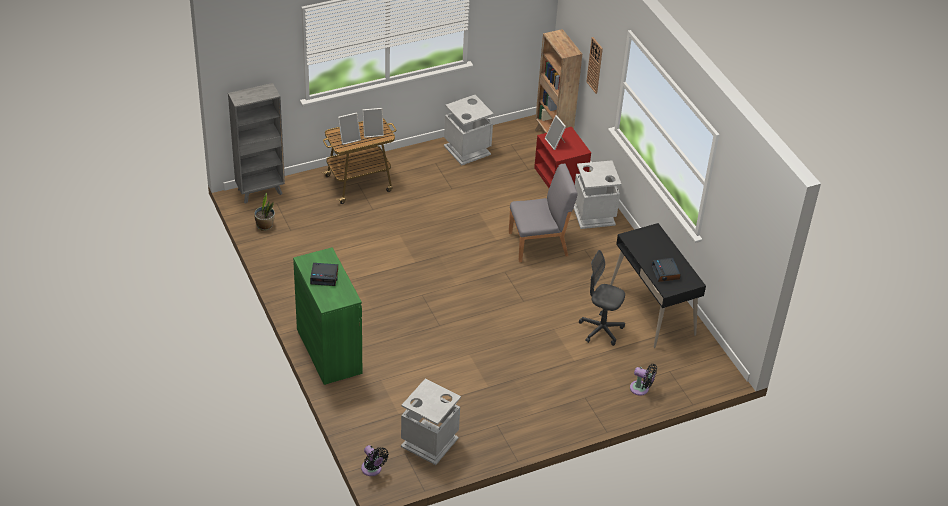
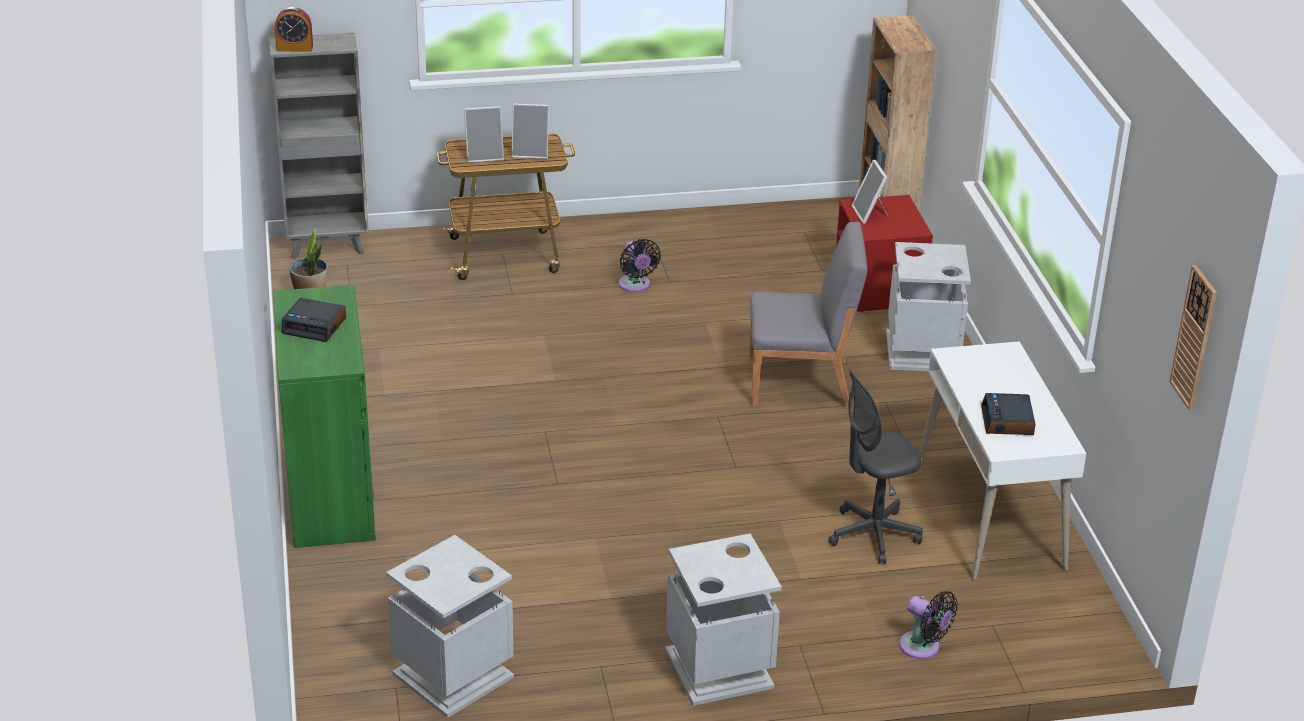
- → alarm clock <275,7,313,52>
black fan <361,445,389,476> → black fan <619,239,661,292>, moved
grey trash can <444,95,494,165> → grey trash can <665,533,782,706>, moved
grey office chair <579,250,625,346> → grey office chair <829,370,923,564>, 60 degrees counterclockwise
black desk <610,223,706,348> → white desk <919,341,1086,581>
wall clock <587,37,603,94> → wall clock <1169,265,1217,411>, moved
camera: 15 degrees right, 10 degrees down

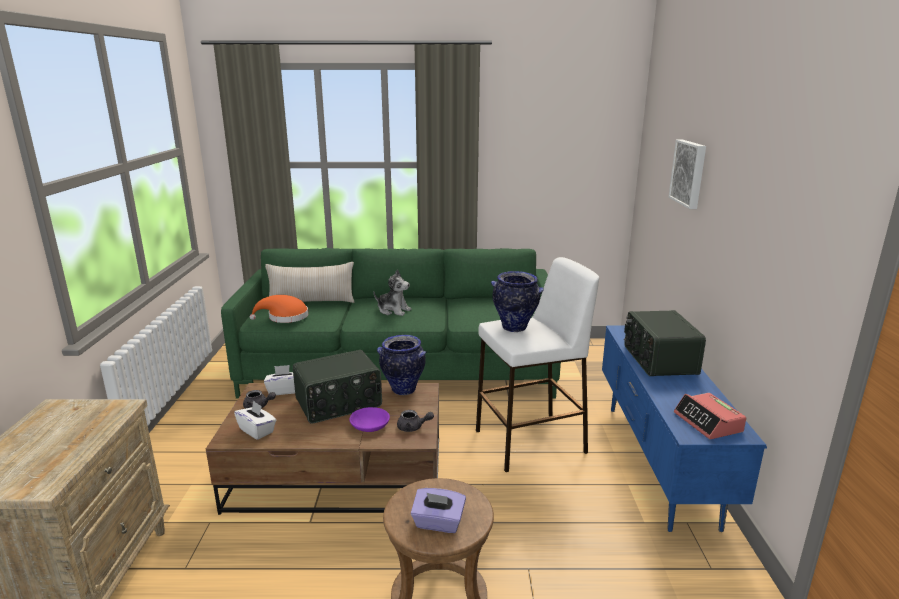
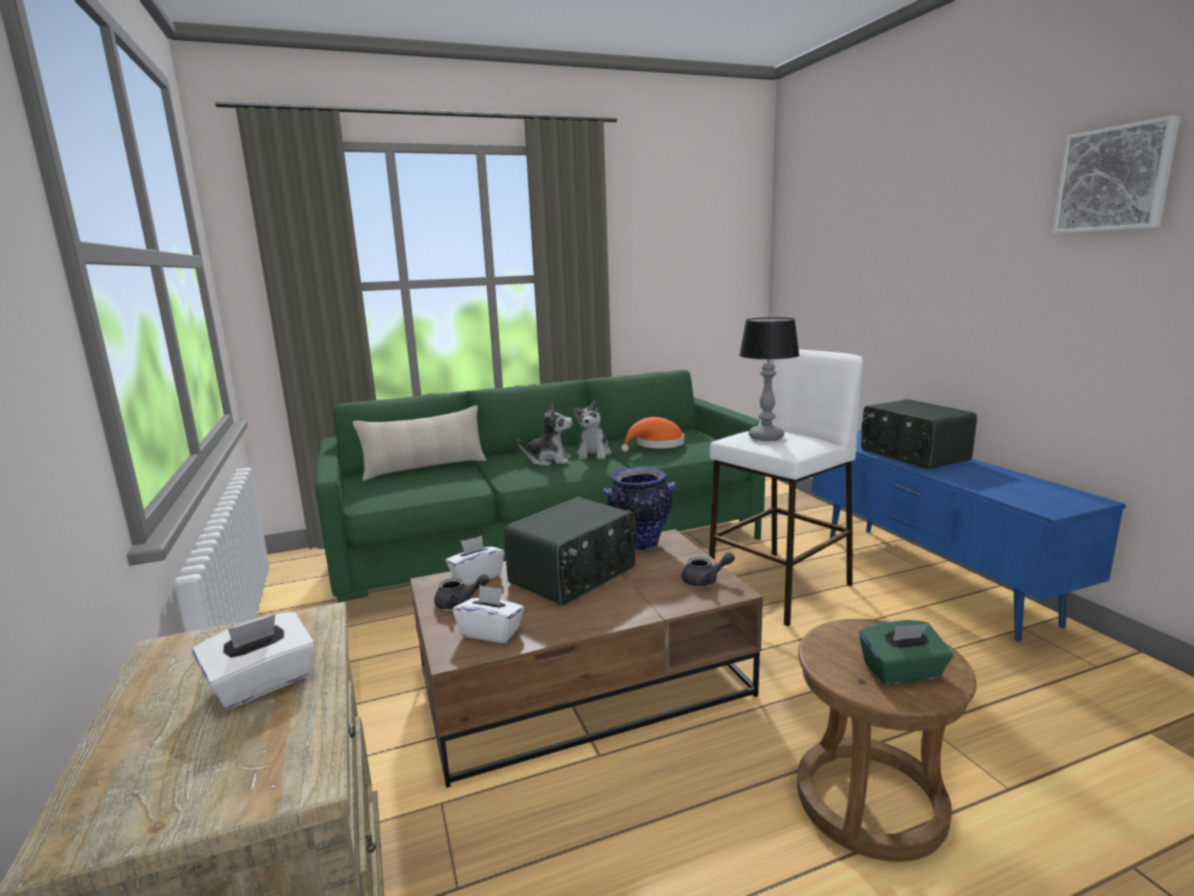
- → white tissue box <193,612,315,709>
- → plush toy <573,400,612,460>
orange hat <250,295,308,323> → orange hat <621,417,684,452>, moved
vase <491,271,544,332> → table lamp <739,317,799,441>
purple tissue box <411,488,466,533> → green tissue box <859,620,953,685>
picture <669,140,706,209> → picture <1052,116,1180,233>, moved
purple bowl <349,407,390,432> → -
alarm clock <674,393,746,439> → -
camera: 20 degrees left, 5 degrees down

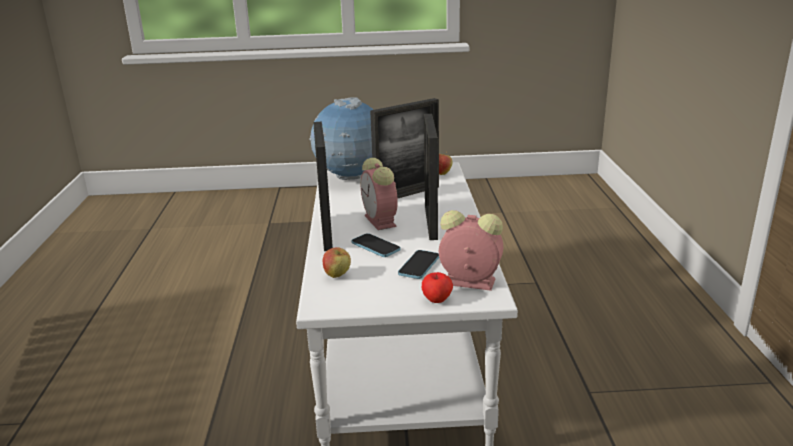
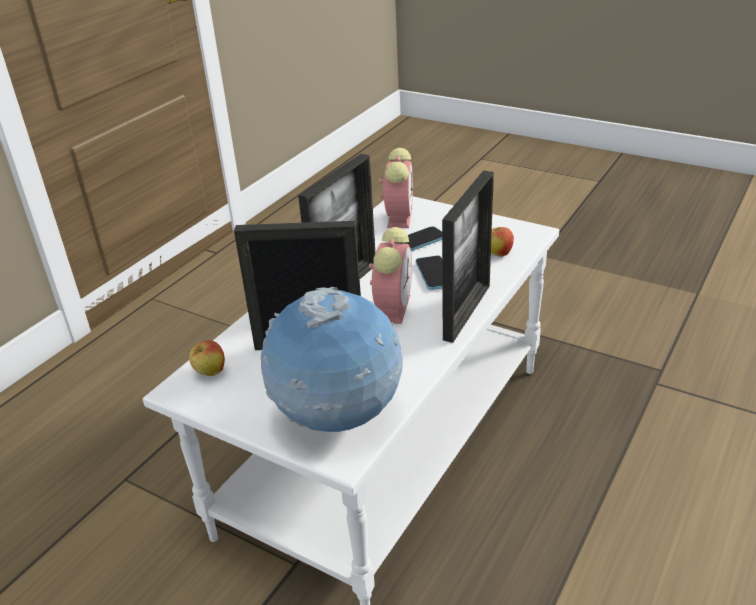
alarm clock <439,210,503,291> → alarm clock <379,148,413,228>, 135 degrees counterclockwise
apple <422,272,453,303> → -
camera: 145 degrees left, 10 degrees up

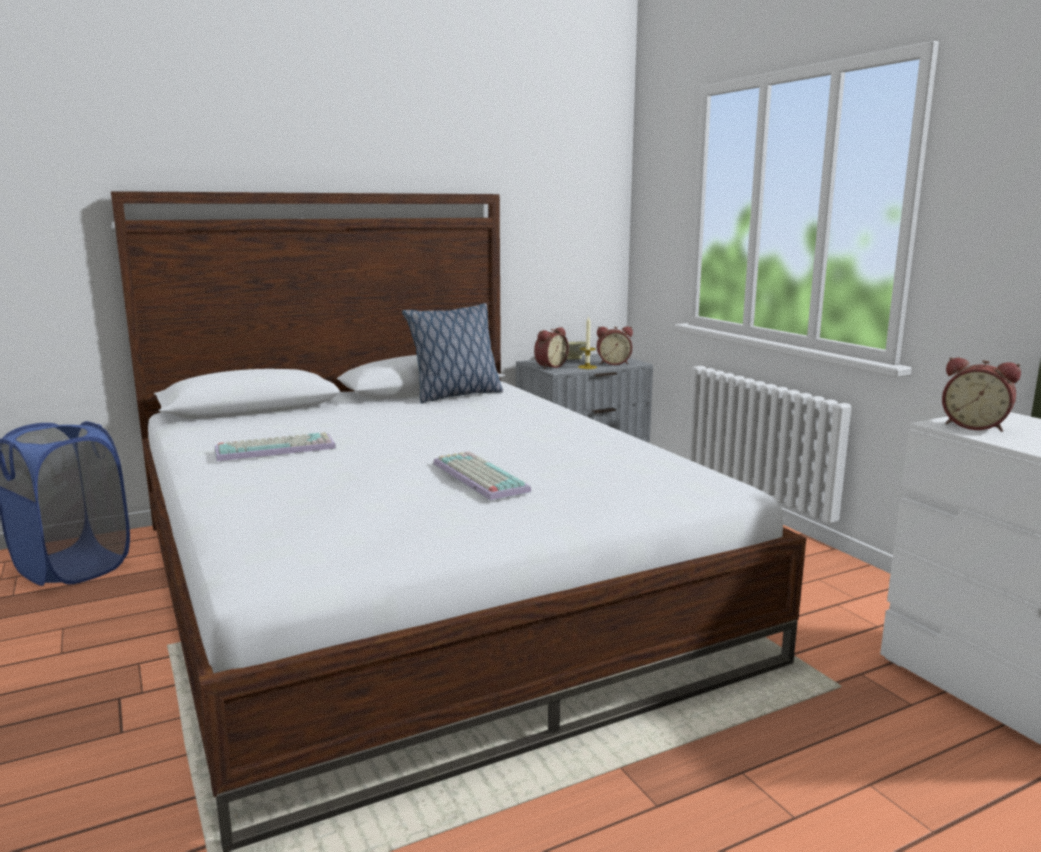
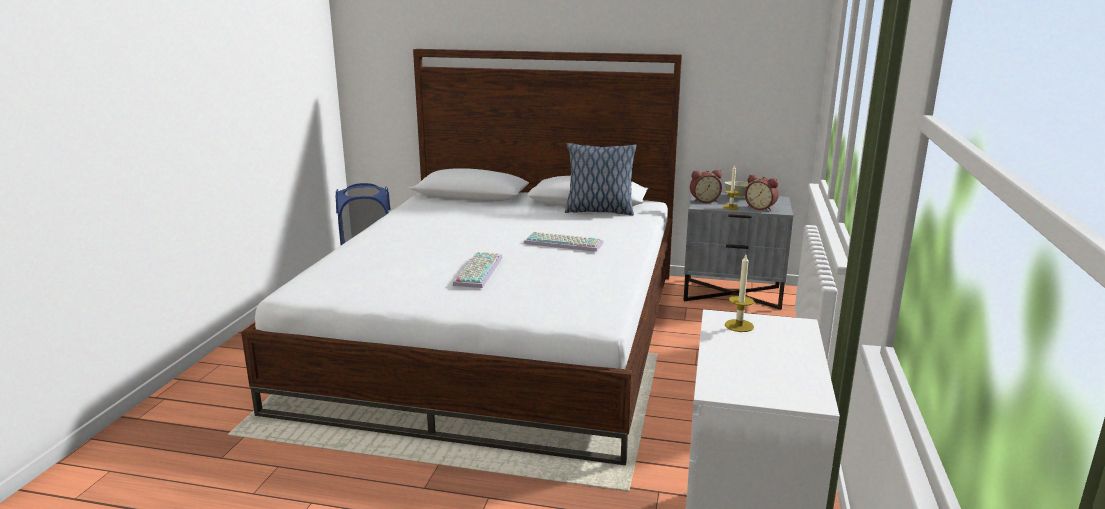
keyboard <215,432,336,461> → keyboard <524,232,604,252>, moved
alarm clock <942,357,1021,432> → candle <725,255,754,332>
camera: 40 degrees right, 5 degrees up

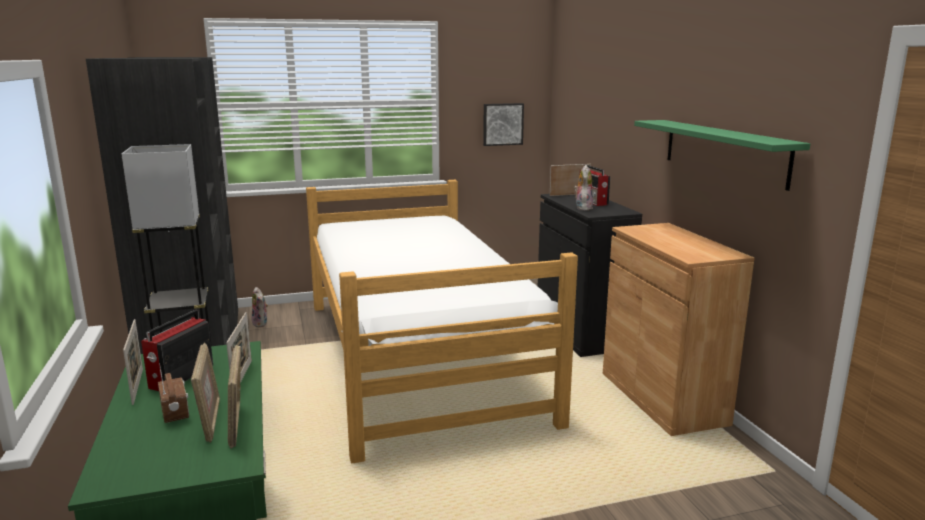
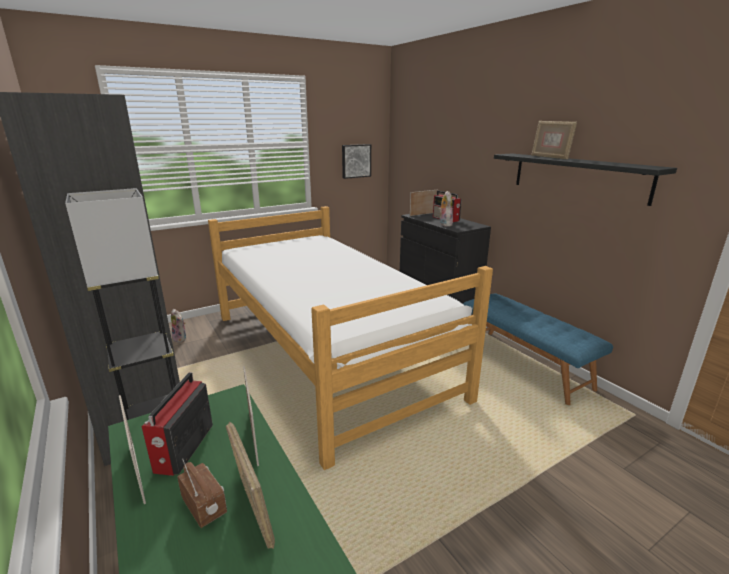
brown cabinet <603,223,755,436> → blue bench <463,293,613,405>
green shelf <634,120,810,191> → black shelf <494,154,677,206>
picture frame <228,345,241,449> → picture frame <531,121,577,159>, moved
camera: 15 degrees left, 5 degrees up

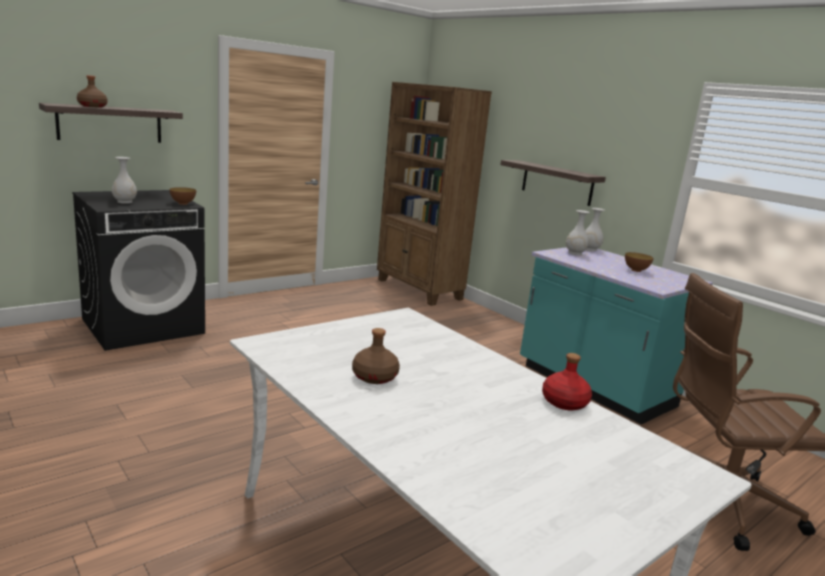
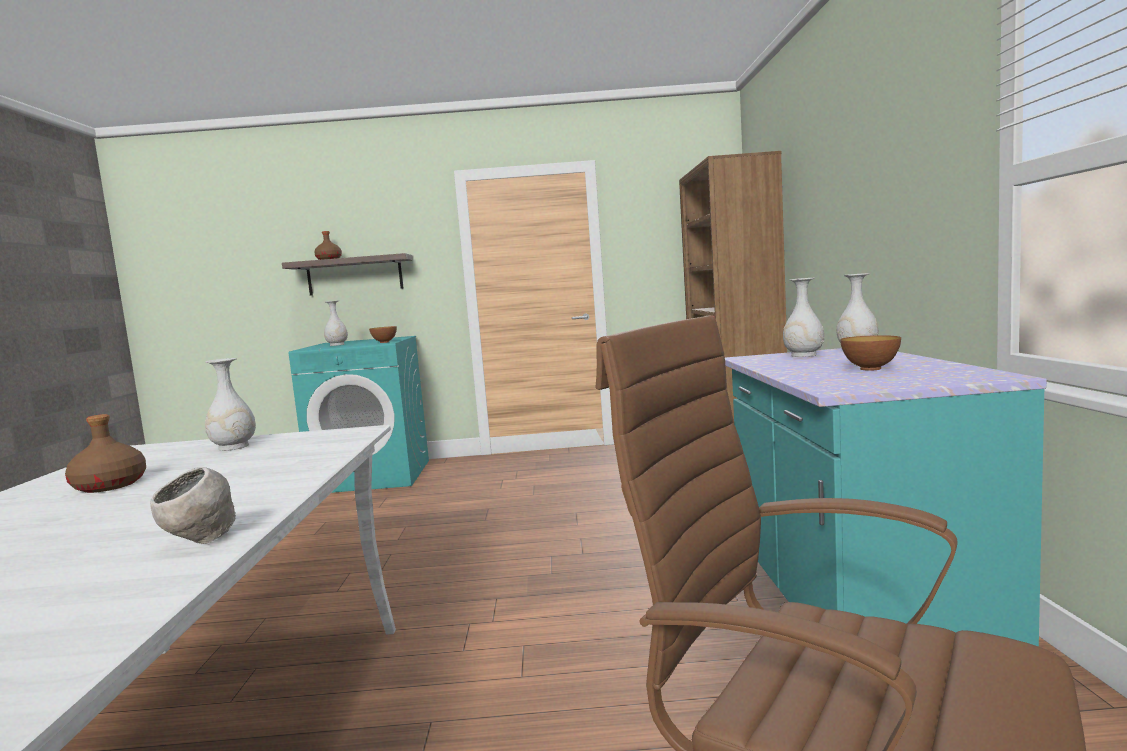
red bottle <542,353,592,410> → grey bowl <150,467,236,544>
- → white vase <205,358,256,451>
black washing machine <72,190,205,351> → turquoise washing machine <289,336,429,493>
shelf <500,160,606,206> → -
camera: 40 degrees right, 10 degrees down

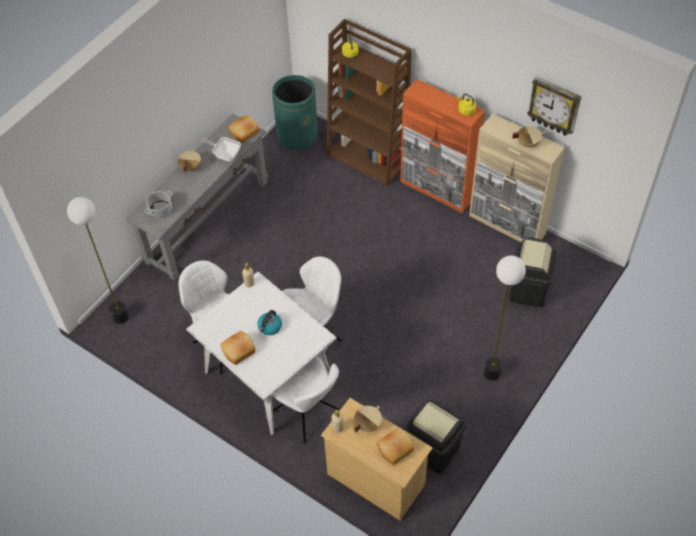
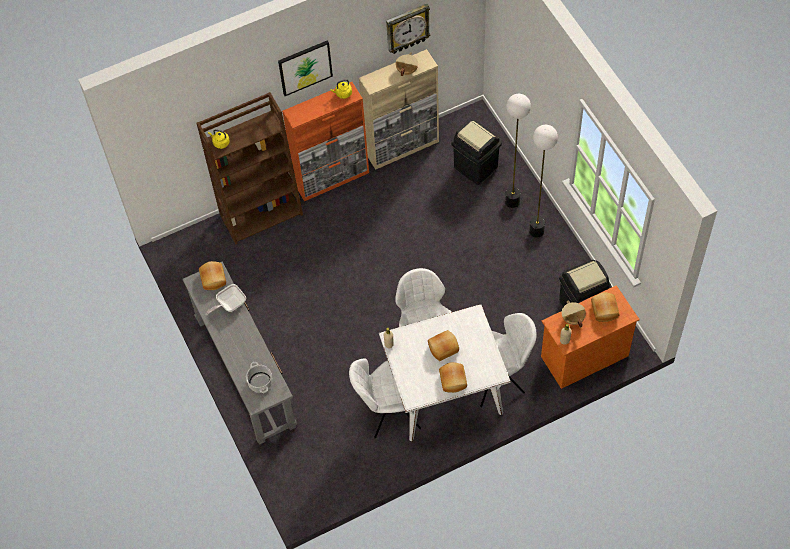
- → picture <278,40,333,96>
kettle <257,310,282,335> → bread <428,330,459,361>
floor lamp <67,197,129,324> → floor lamp <505,94,531,208>, moved
beige dresser <321,398,433,521> → orange dresser <541,285,640,389>
beige cooking pot <178,149,201,173> → -
green trash can <272,75,318,150> → -
camera: 60 degrees left, 5 degrees up

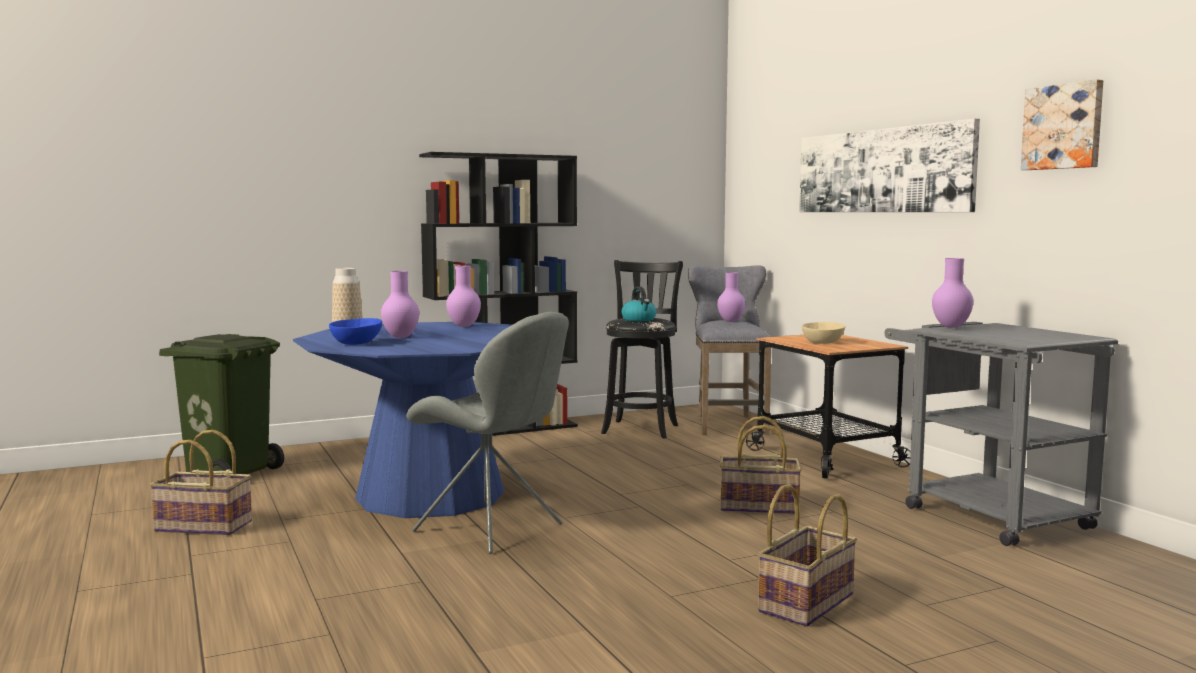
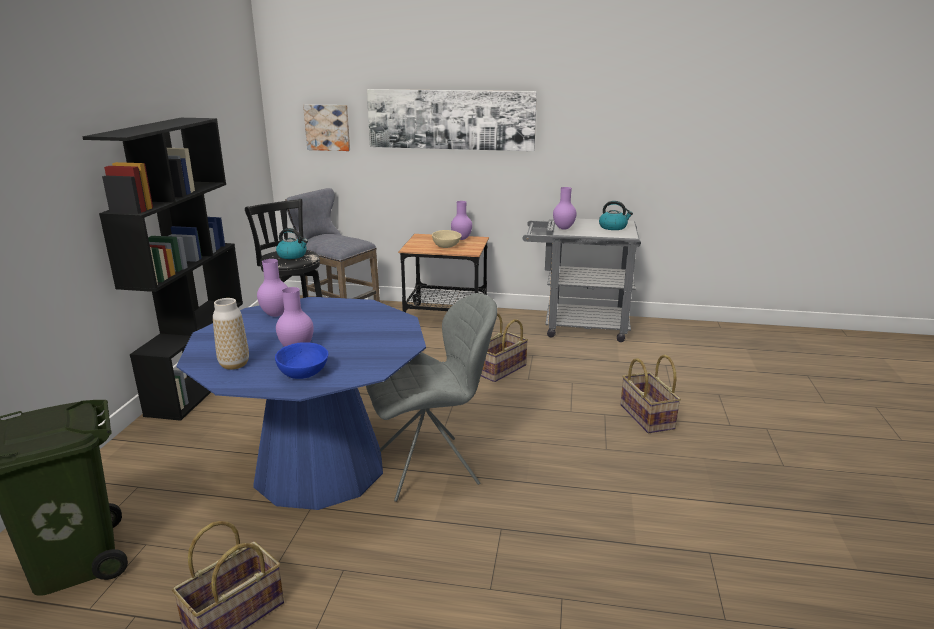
picture <1021,79,1103,170> → picture <303,104,350,151>, moved
purple vase <717,272,745,322> → purple vase <451,201,472,240>, moved
- → kettle <599,201,633,230>
camera: 55 degrees left, 15 degrees up

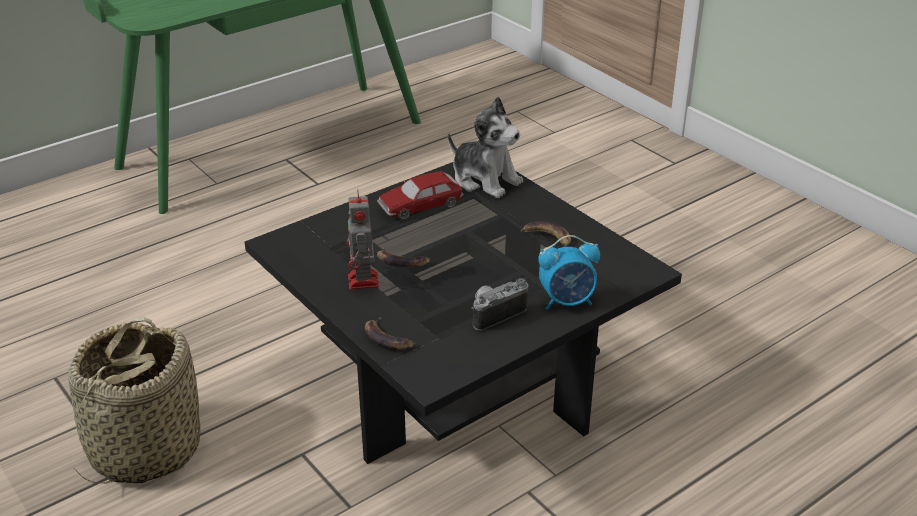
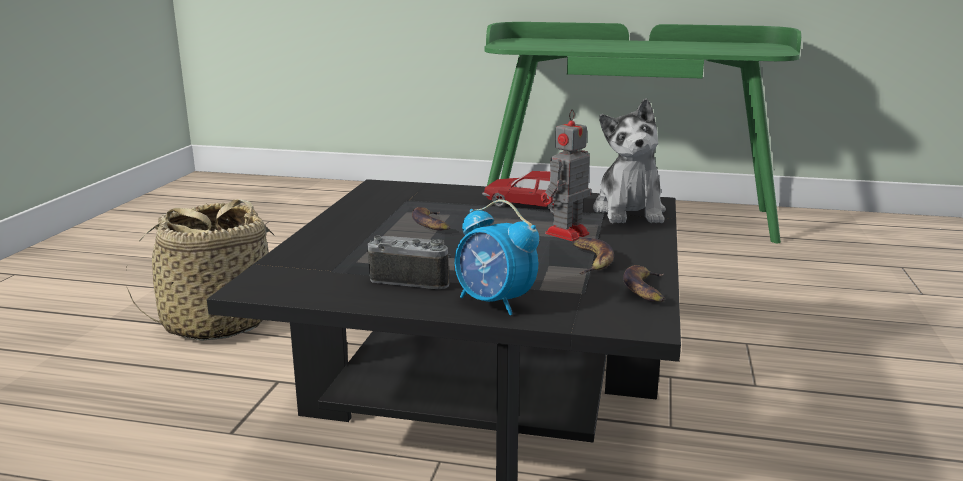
toy robot <347,189,379,290> → toy robot <541,109,591,241>, moved
banana <365,317,415,349> → banana <623,265,665,302>, moved
camera: 50 degrees right, 15 degrees down

